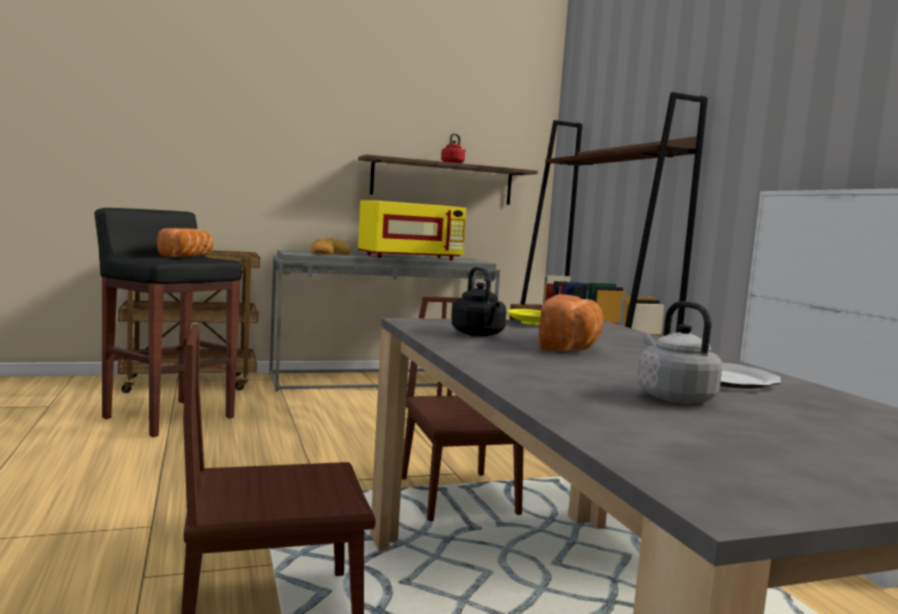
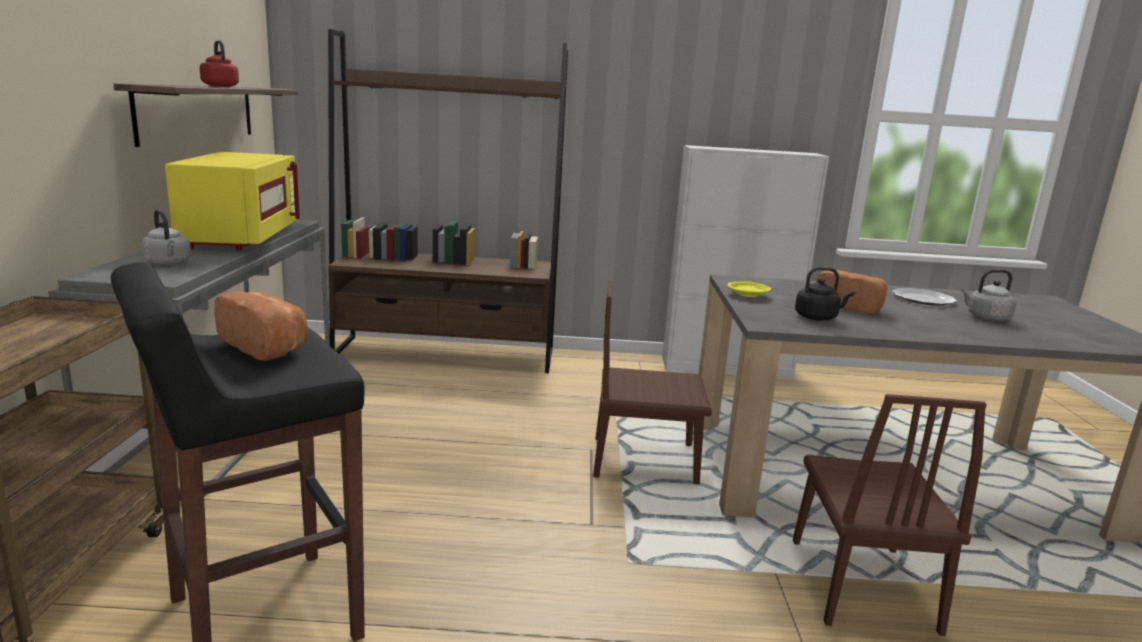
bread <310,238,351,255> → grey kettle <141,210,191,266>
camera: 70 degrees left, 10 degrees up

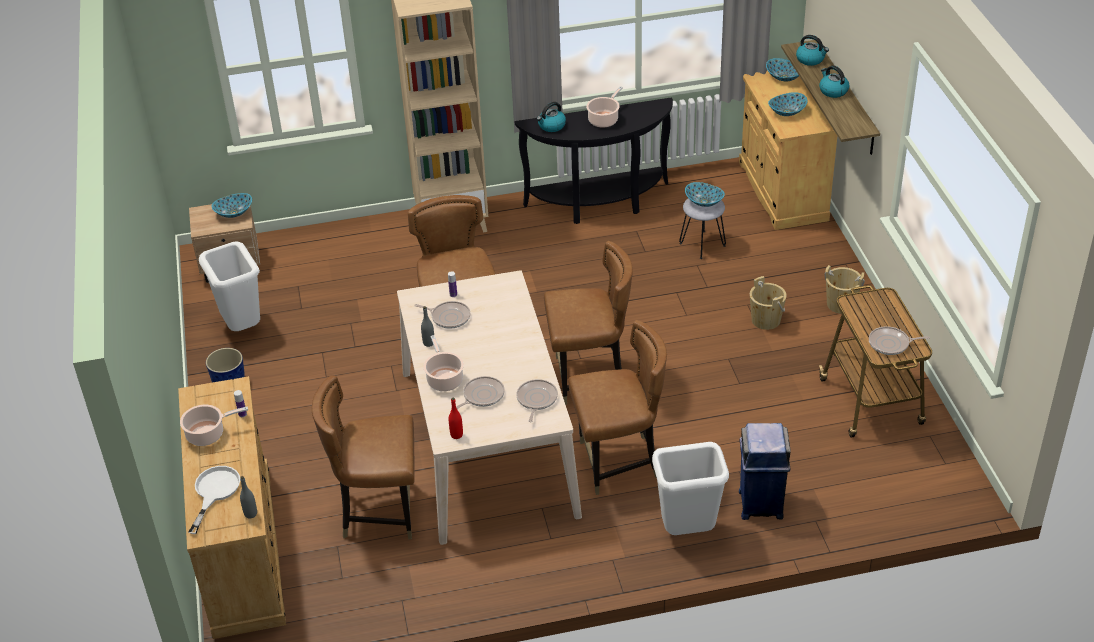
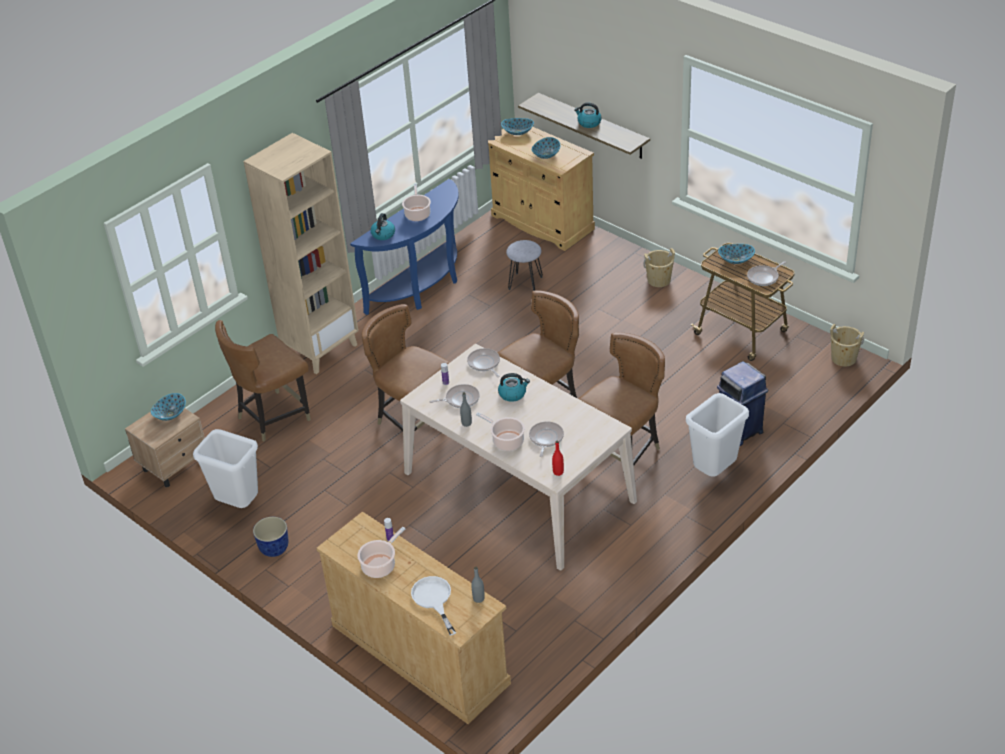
brown chair <312,375,415,539> → brown chair <215,320,311,441>, moved
black console table <515,97,673,224> → blue console table <350,179,459,315>
frying pan <516,379,558,422> → frying pan <467,348,500,377>, moved
kettle <796,35,829,66> → kettle <498,373,530,402>, moved
bowl <685,182,725,207> → bowl <718,244,755,264>, moved
beige bucket <750,276,787,330> → beige bucket <830,324,864,366>, moved
camera: 35 degrees left, 0 degrees up

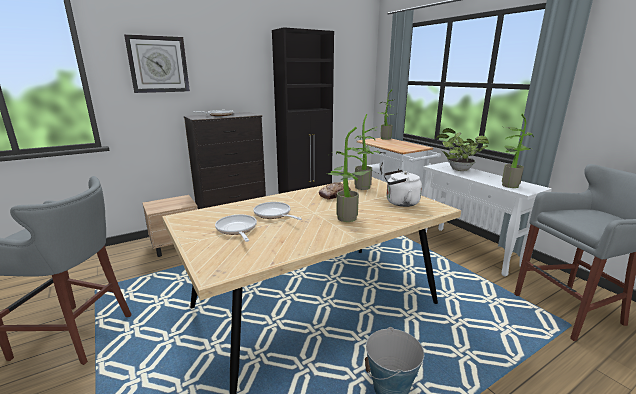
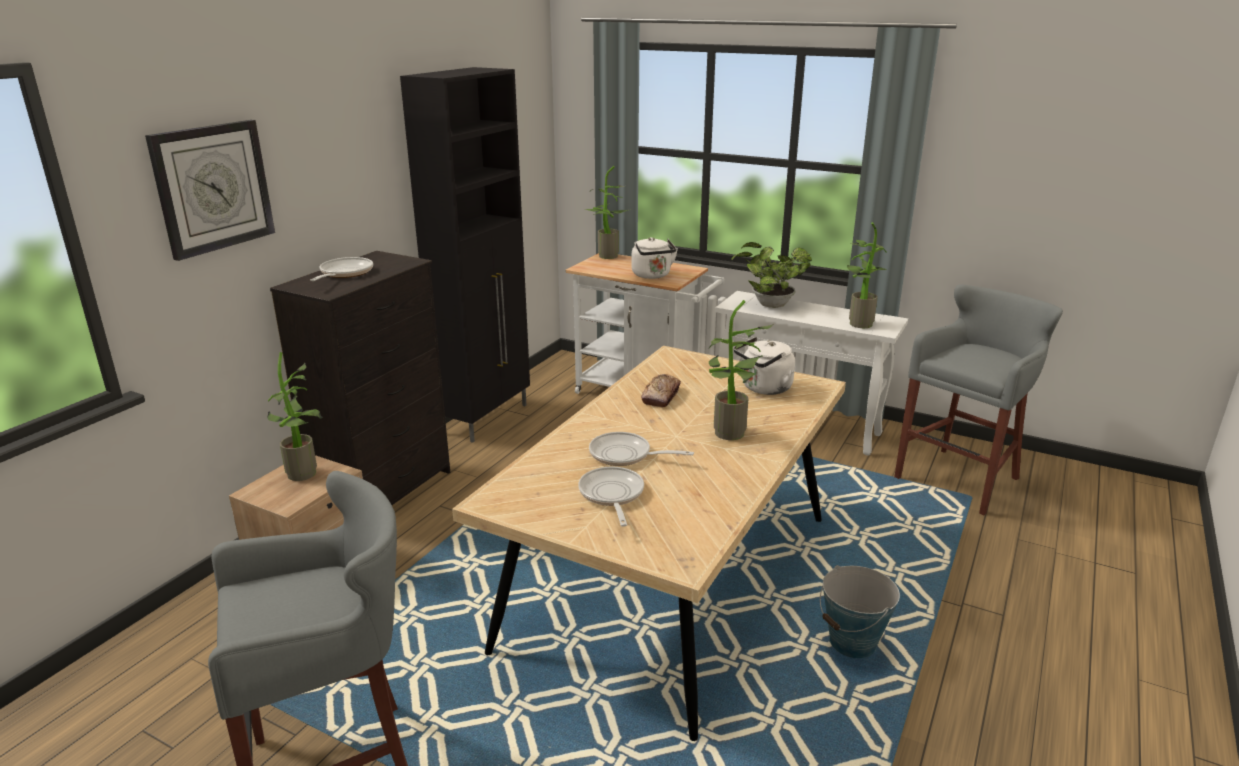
potted plant <352,114,381,190> → potted plant <267,352,323,481>, moved
frying pan <215,215,257,242> → frying pan <579,467,644,527>, 45 degrees clockwise
- → white kettle <632,237,678,279>
camera: 30 degrees left, 5 degrees up

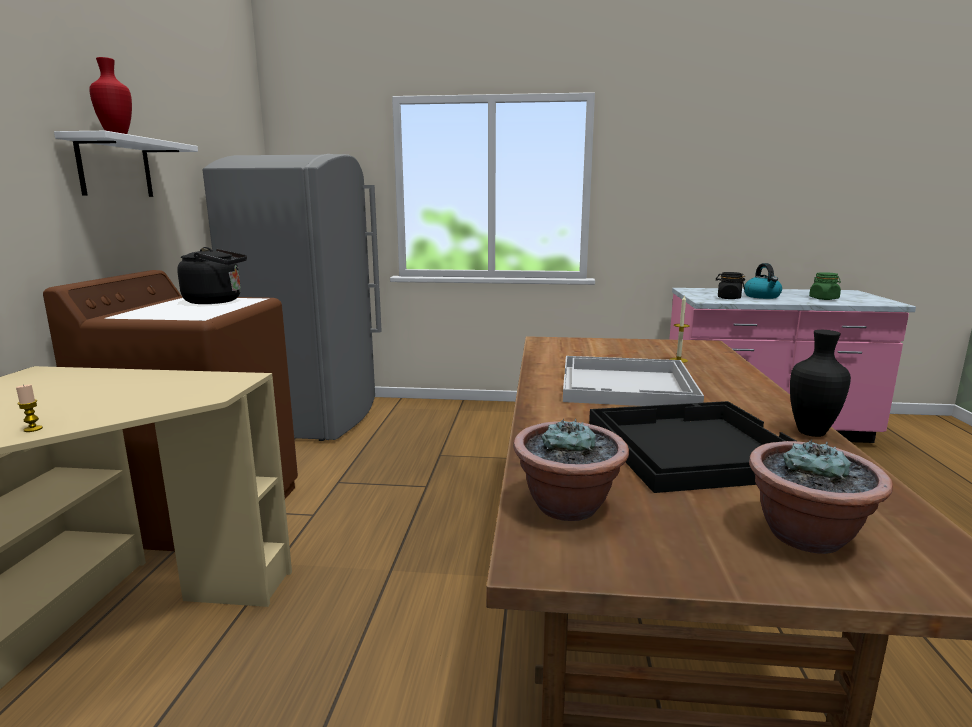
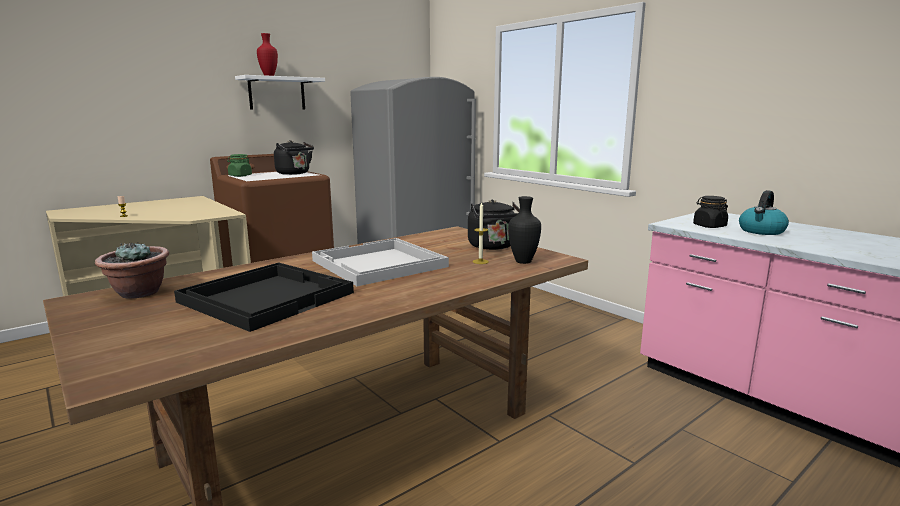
green jar <809,272,841,300> → green jar <227,154,252,177>, moved
- → black kettle <468,199,520,250>
black vase <790,330,851,437> → black vase <508,196,541,264>, moved
potted plant <749,440,893,554> → -
camera: 45 degrees right, 0 degrees up

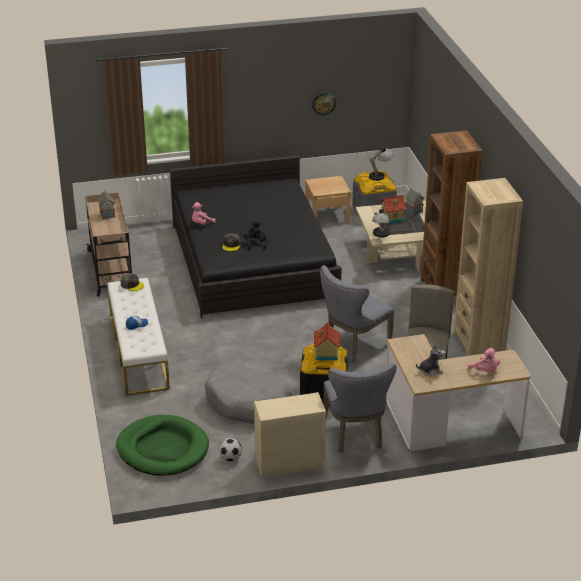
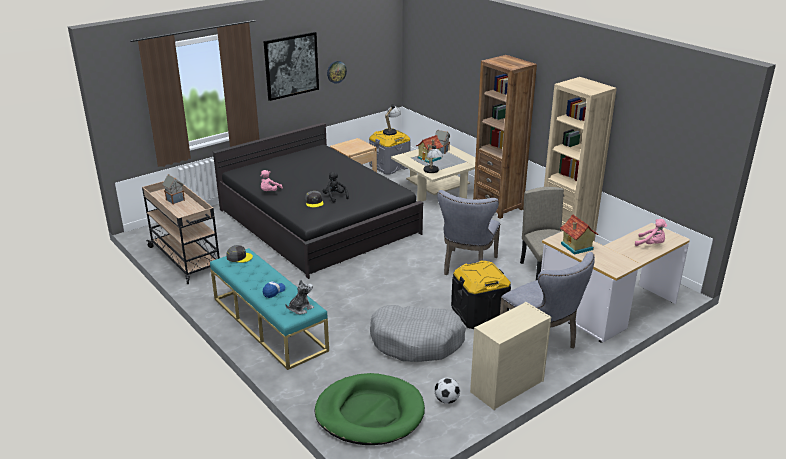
white bench <107,278,170,396> → turquoise bench <210,248,329,370>
- → picture <264,32,319,101>
plush toy <416,345,445,377> → plush toy <285,279,314,314>, moved
toy house <314,323,340,360> → toy house <560,214,598,255>, moved
camera: 25 degrees left, 5 degrees down

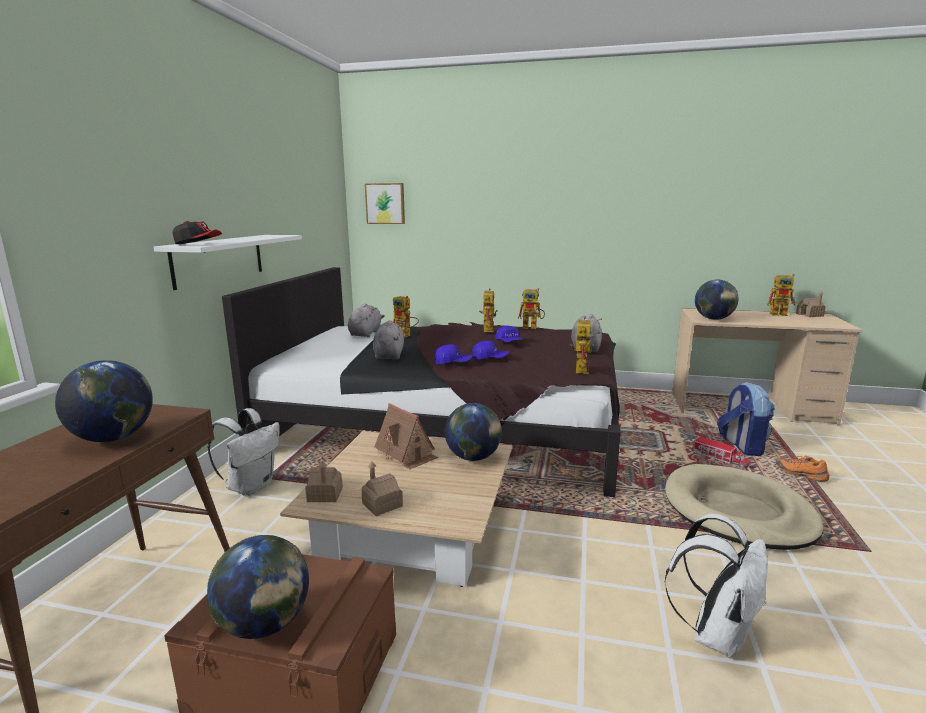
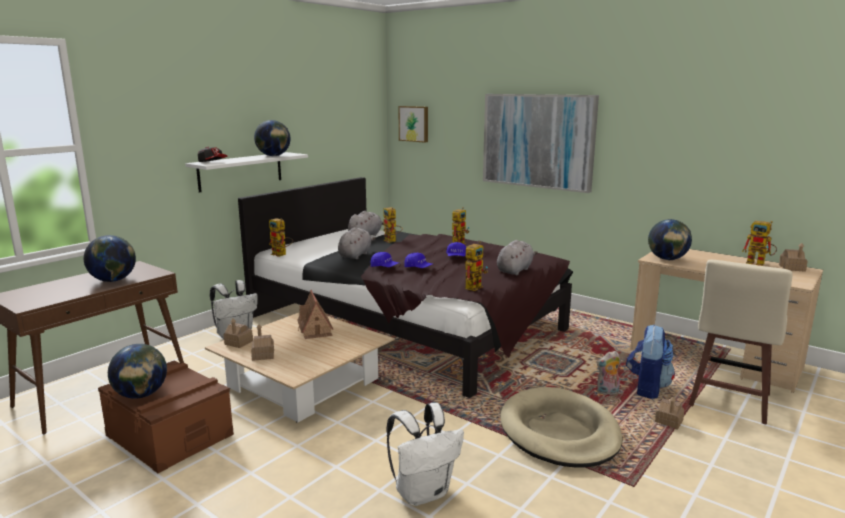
globe <445,403,502,461> → globe <254,120,290,156>, moved
toy robot <518,288,545,329> → toy robot <269,218,293,257>, moved
- → picture <483,94,599,193>
toy truck <691,436,751,468> → plush toy <596,351,620,395>
orange shoe <776,456,830,482> → toy house <655,397,684,430>
- → beige stool <689,260,793,425>
camera: 25 degrees right, 0 degrees up

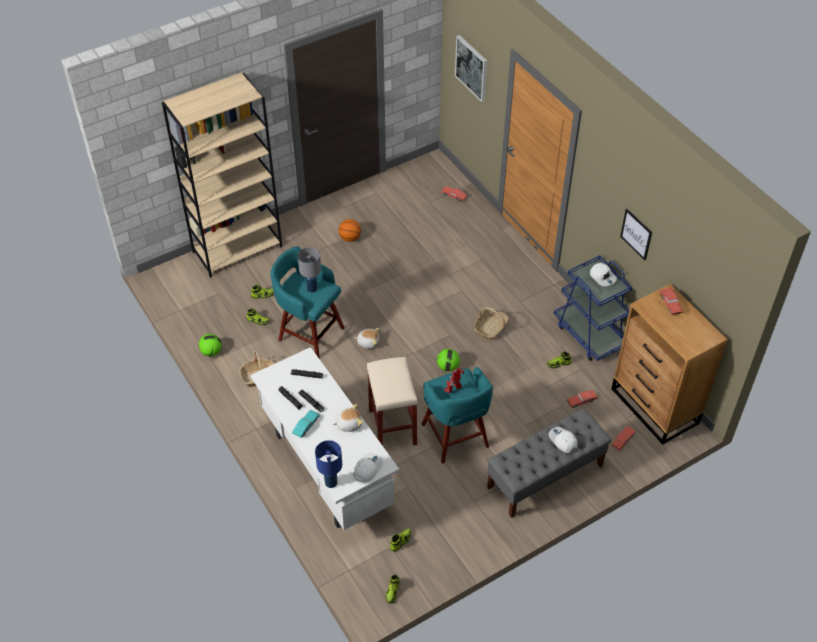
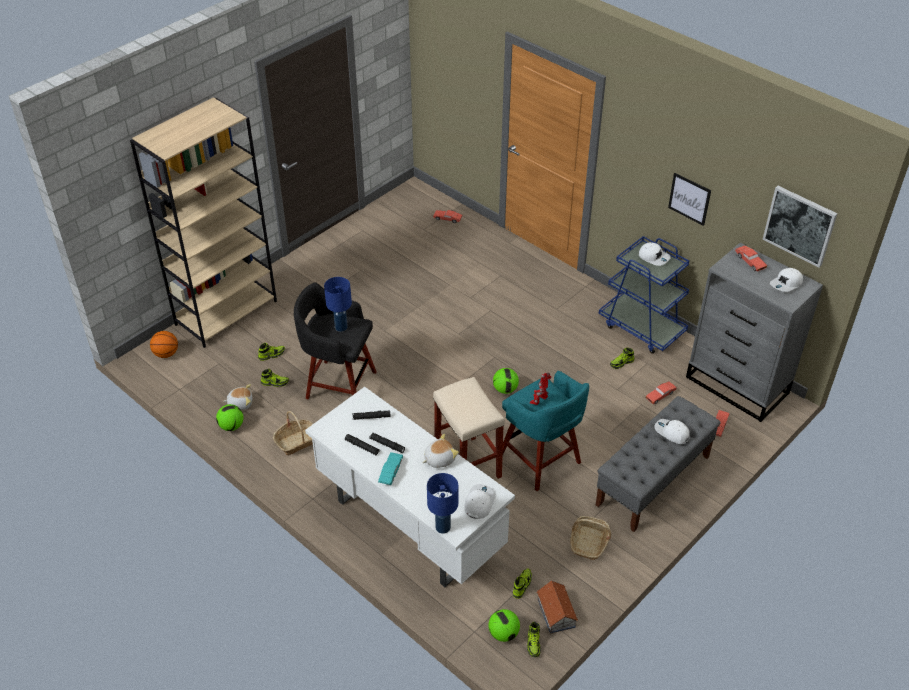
basketball <339,219,361,242> → basketball <150,331,178,358>, moved
plush toy <355,328,380,349> → plush toy <223,384,252,410>, moved
turquoise stool <271,246,345,358> → black stool <294,282,377,399>
grey table lamp <298,247,321,293> → blue table lamp <324,277,352,332>
- → football <488,609,520,642>
- → toy house <537,580,578,634>
basket <474,307,508,340> → basket <570,516,611,560>, moved
brown dresser <611,284,728,445> → grey dresser <686,243,823,422>
picture <455,35,487,102> → picture <763,186,838,268>, moved
- → white cap <770,268,803,292>
camera: 15 degrees left, 5 degrees down

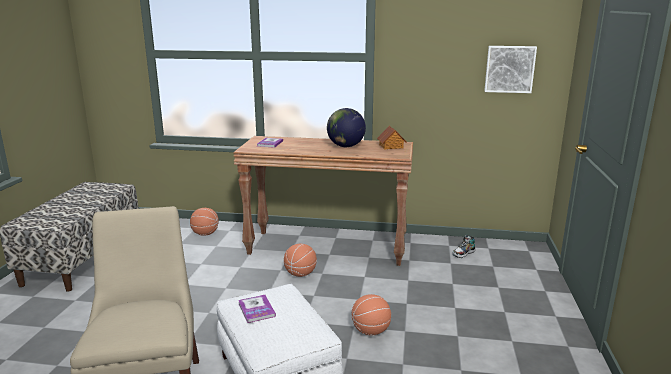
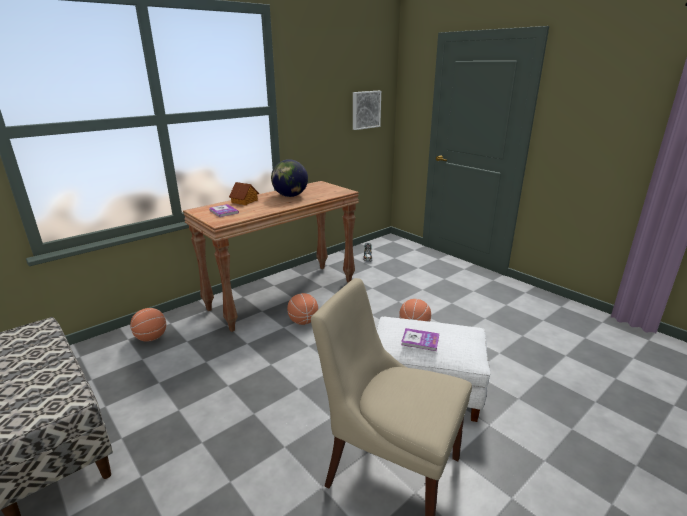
toy house <377,126,407,150> → toy house <229,182,259,205>, moved
camera: 50 degrees left, 5 degrees up

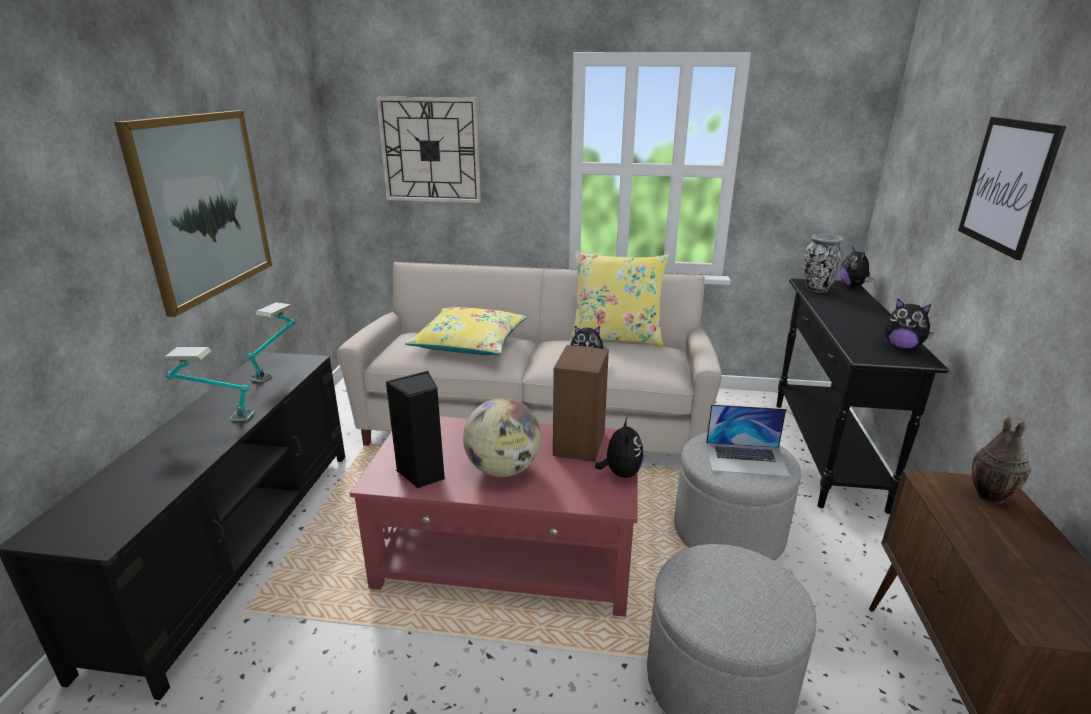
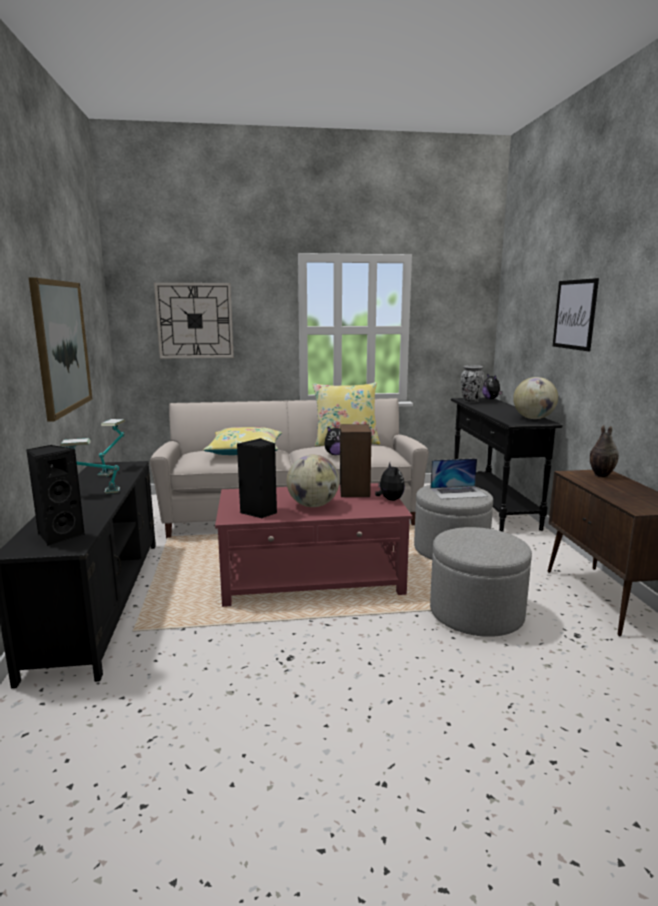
- → black speaker <26,445,85,546>
plush toy <885,299,934,349> → globe <513,377,558,419>
camera: 15 degrees left, 10 degrees down

